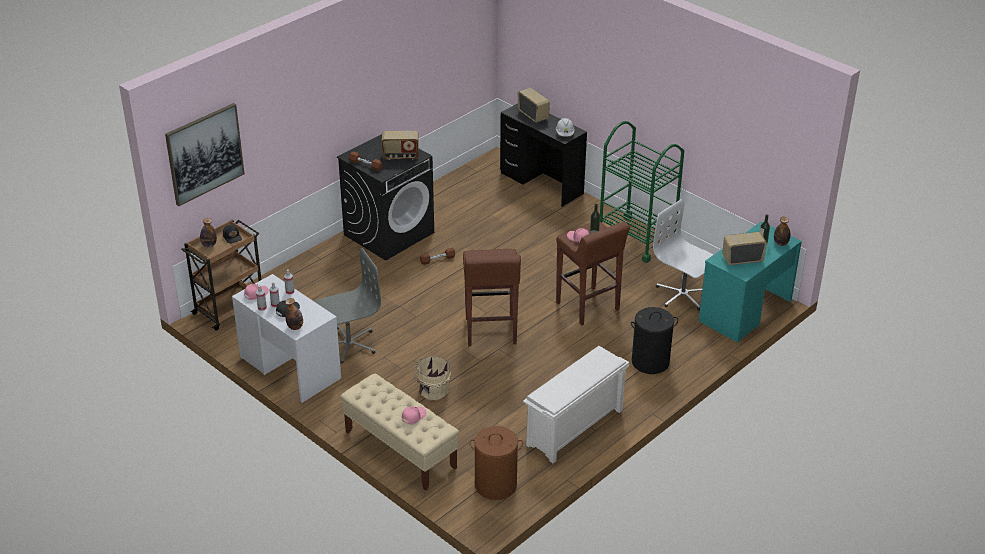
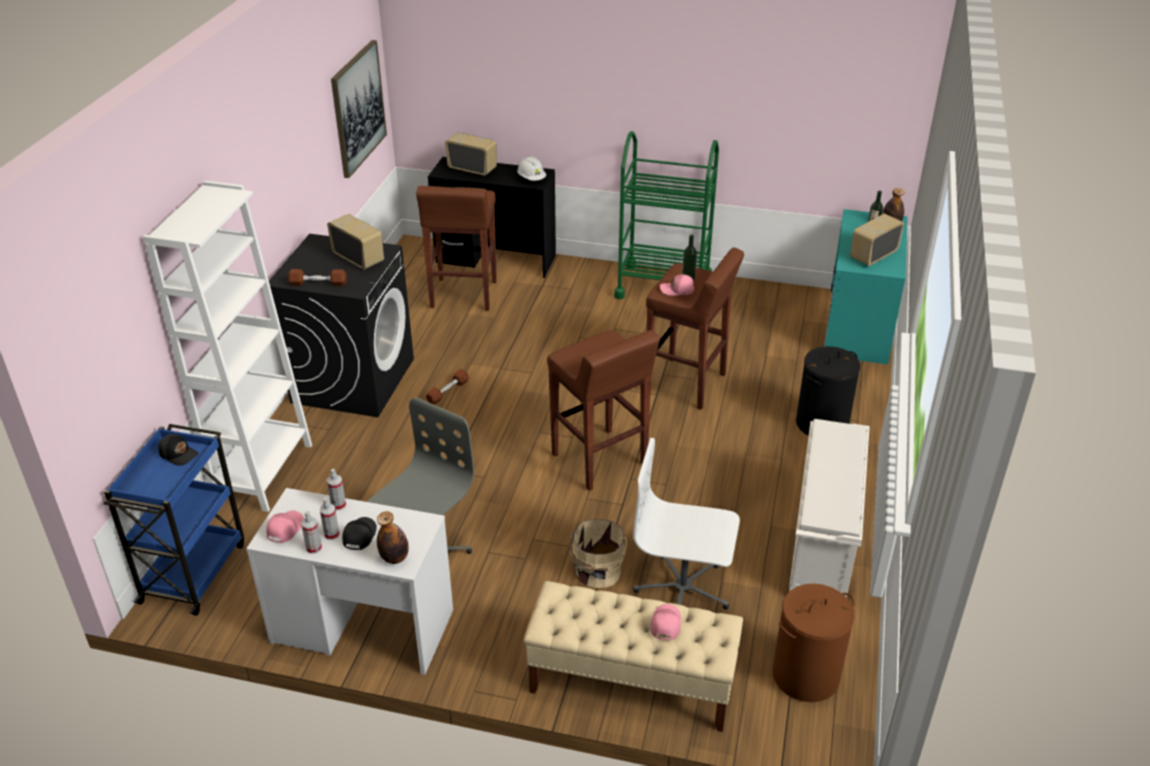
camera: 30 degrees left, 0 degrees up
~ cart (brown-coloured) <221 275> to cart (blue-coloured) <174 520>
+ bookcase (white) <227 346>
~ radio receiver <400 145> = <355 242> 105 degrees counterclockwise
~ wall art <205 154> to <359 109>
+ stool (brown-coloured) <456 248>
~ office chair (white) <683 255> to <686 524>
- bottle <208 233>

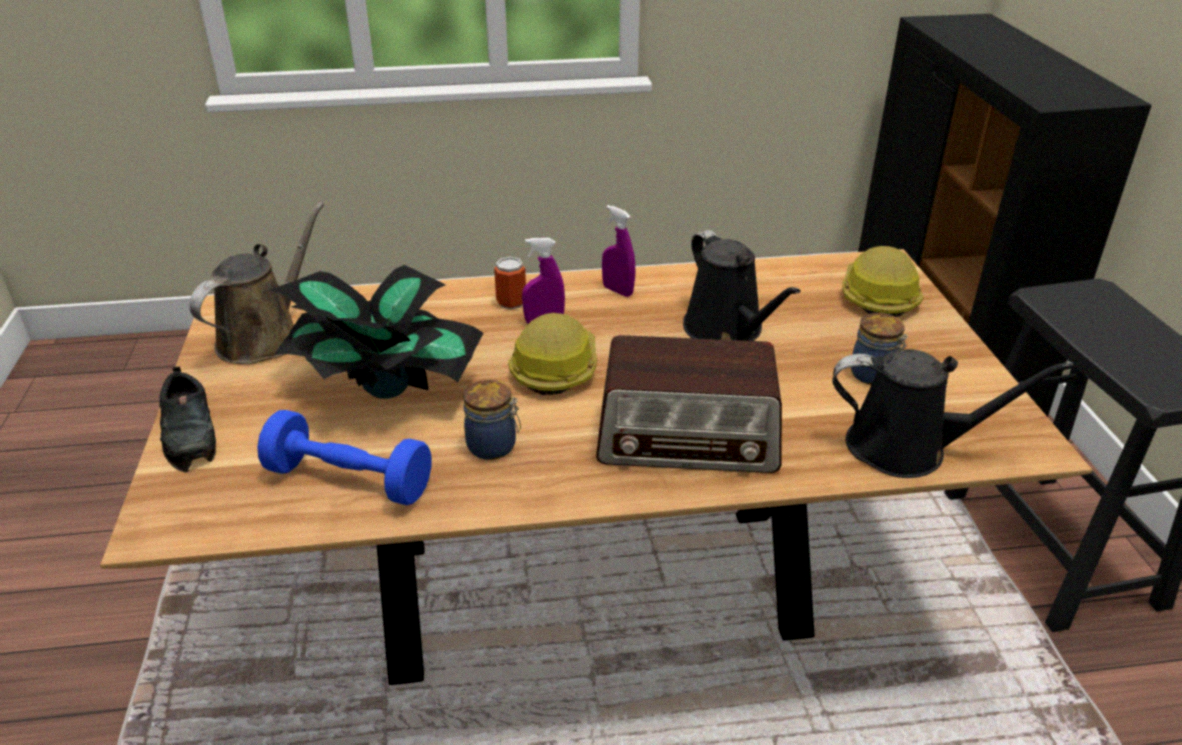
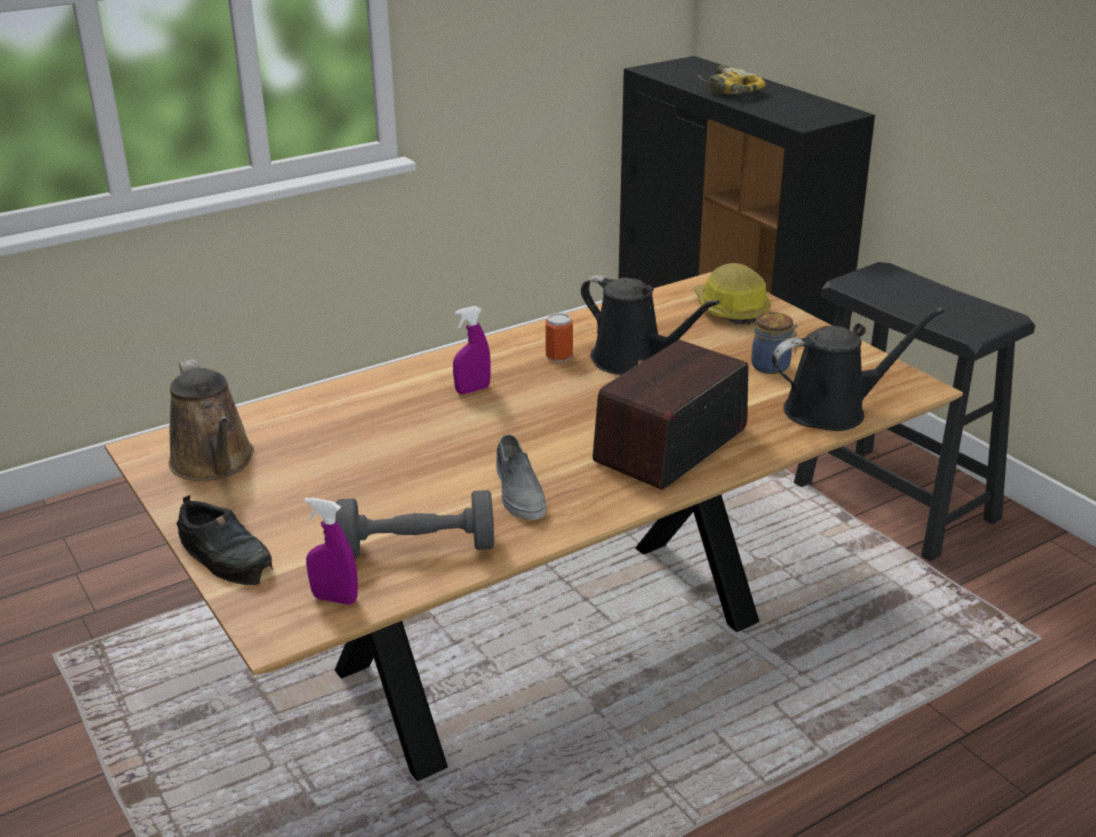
camera: 25 degrees left, 5 degrees down
~ sprinkling can (brown-coloured) <256 283> = <211 420> 150 degrees clockwise
~ hand sprayer (purple) <618 251> to <331 551>
~ hand weight (blue-coloured) <344 457> to hand weight (gray) <415 524>
~ storage jar <492 420> to item of footwear (gray) <521 477>
~ can <510 283> to <559 337>
~ radio receiver <689 404> = <670 415> 150 degrees clockwise
+ power drill <731 80>
- potted plant <375 332>
- safety helmet <552 354>

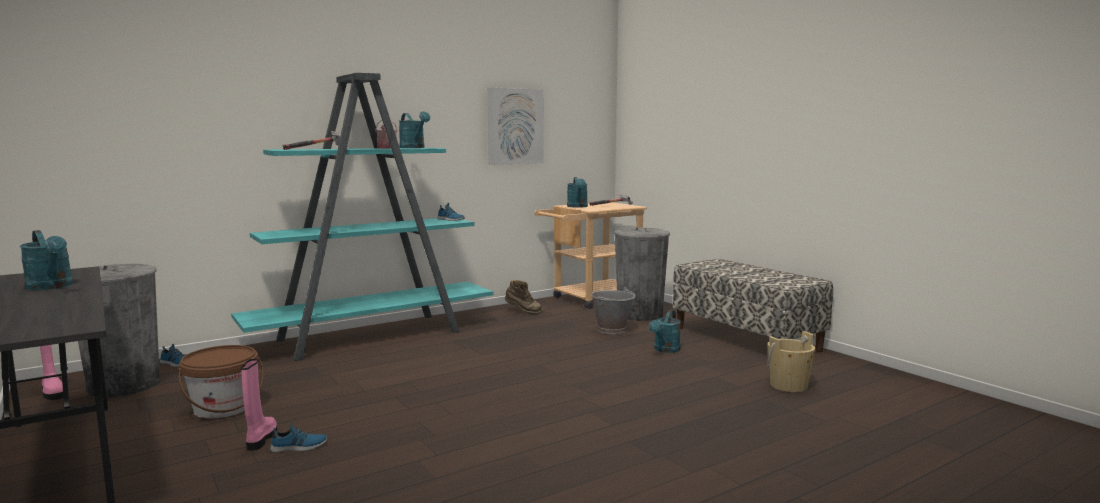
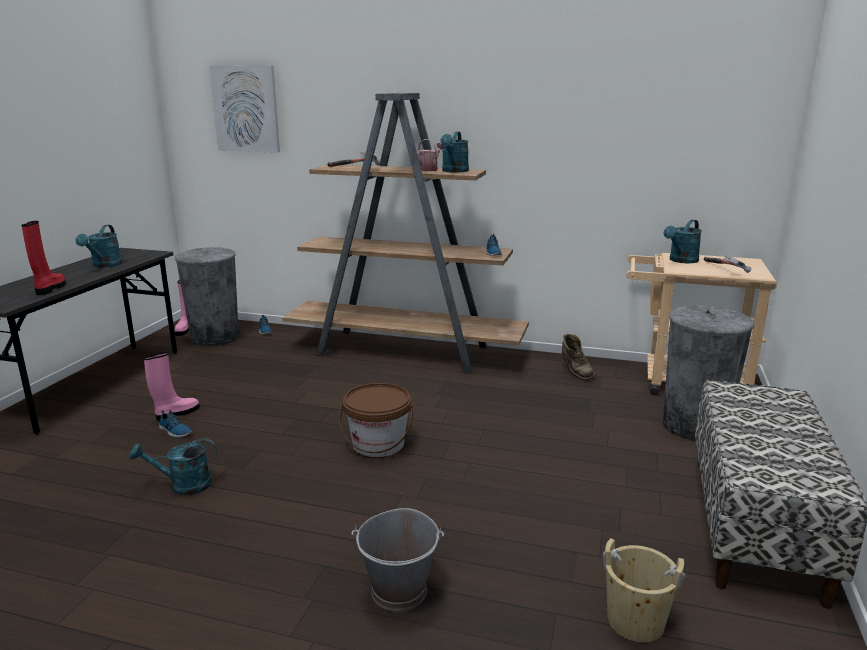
camera: 50 degrees right, 10 degrees up
+ high-top boot (reddish) <43 258>
~ sprinkling can (turquoise-coloured) <665 331> to <173 466>
~ wall art <515 126> to <244 109>
~ bookcase (turquoise-coloured) <362 217> to bookcase (brown-coloured) <405 233>
~ pail (brown-coloured) <221 381> to <376 420>
~ pail (gray) <613 311> to <397 560>

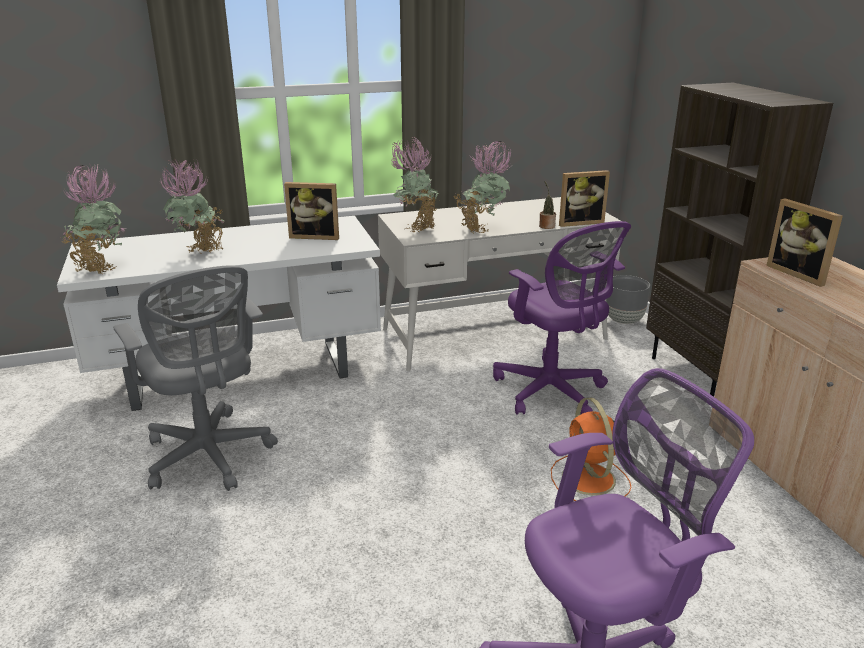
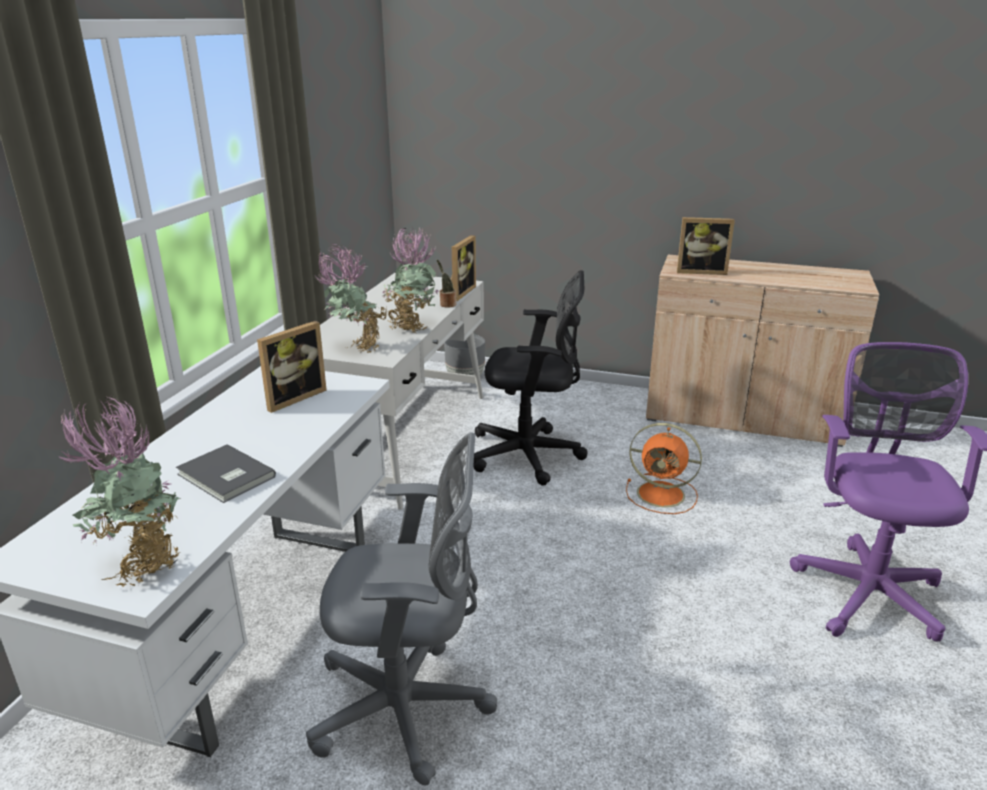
camera: 55 degrees left, 0 degrees up
~ potted plant <192 206> to bound book (gray) <226 473>
~ office chair (purple) <562 318> to office chair (black-coloured) <530 378>
- bookcase (brown-coloured) <739 240>

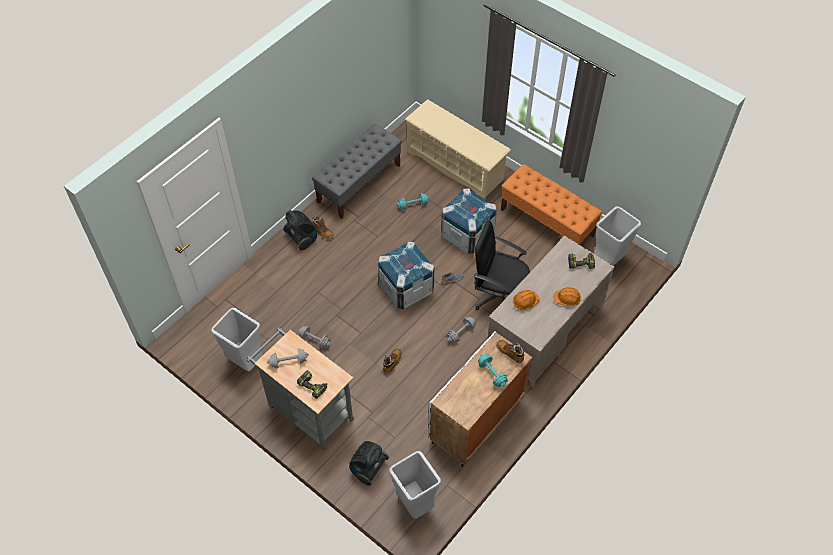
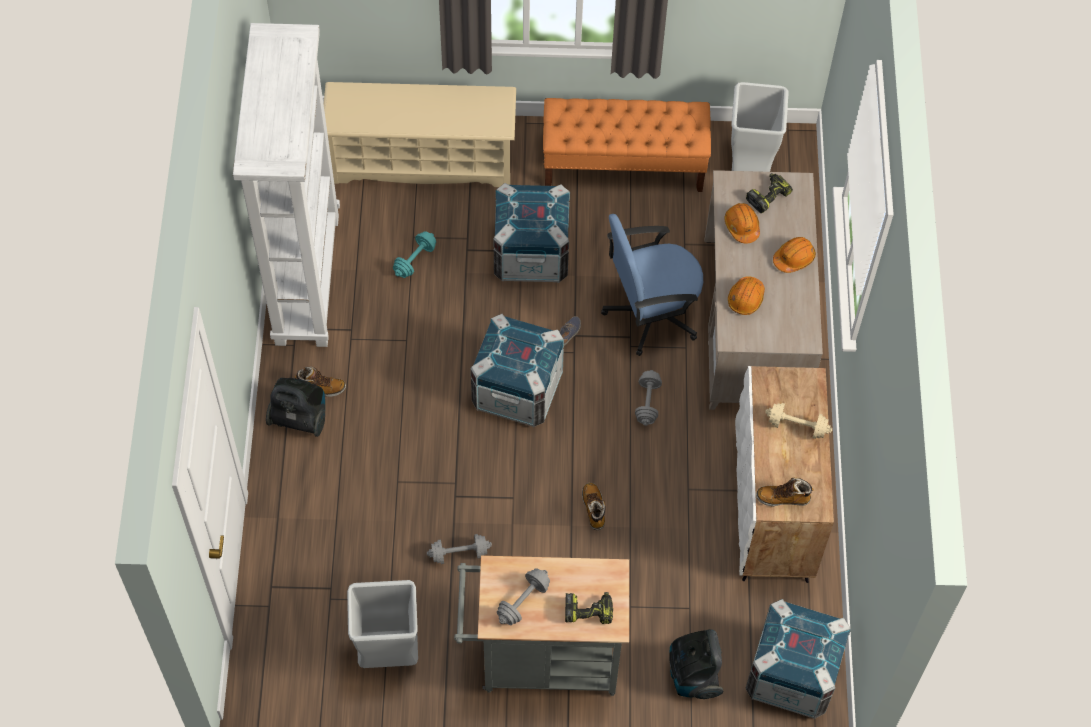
camera: 40 degrees left, 5 degrees up
~ bench (gray) <357 171> to bookcase (white) <286 185>
~ office chair (black-coloured) <502 265> to office chair (blue-coloured) <652 285>
+ safety helmet (orangey) <742 223>
~ rubbish bin (gray) <415 485> to shipping crate <798 659>
~ high-top boot <510 351> to <785 492>
~ hand weight (turquoise-coloured) <493 370> to hand weight (beige) <798 421>

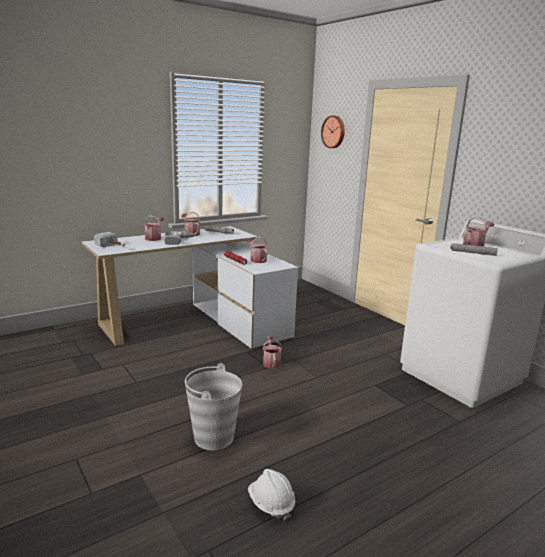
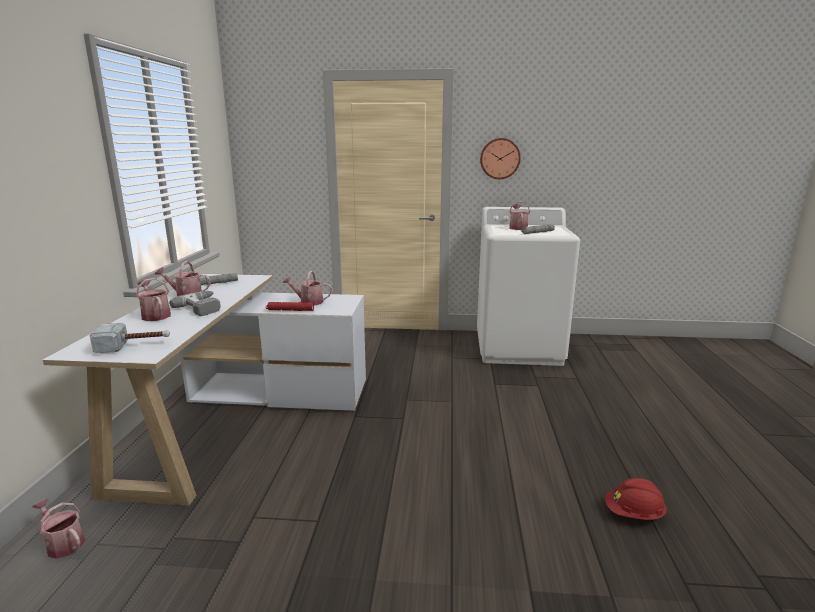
camera: 50 degrees left, 0 degrees up
~ sprinkling can <272 352> to <58 528>
~ wall clock <333 132> to <500 158>
~ safety helmet (white) <271 494> to safety helmet (reddish) <636 499>
- pail (gray) <213 406>

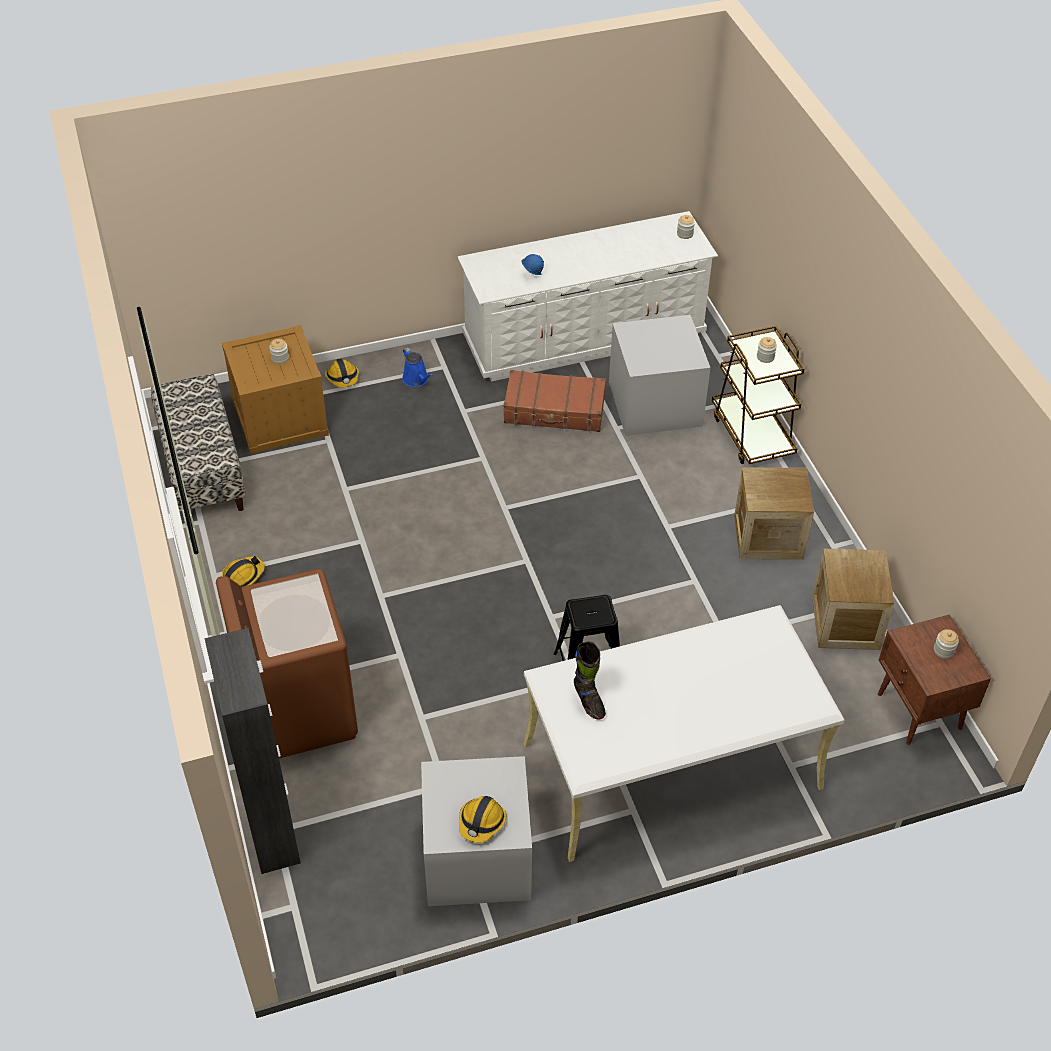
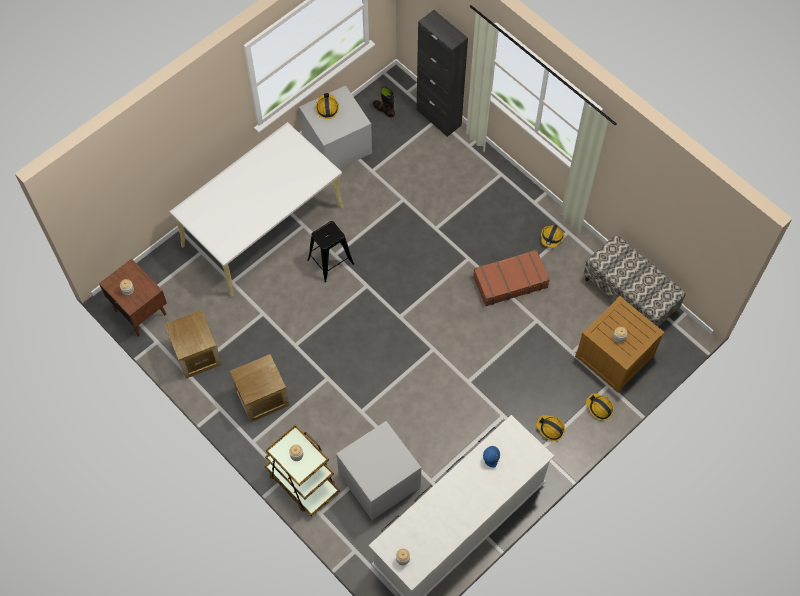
camera: 155 degrees right, 15 degrees up
~ high-top boot (black-coloured) <590 680> to <384 102>
~ travel case (brown-coloured) <555 401> to <511 278>
~ sprinkling can (blue-coloured) <417 367> to safety helmet <550 428>
- washing machine (brown-coloured) <287 663>

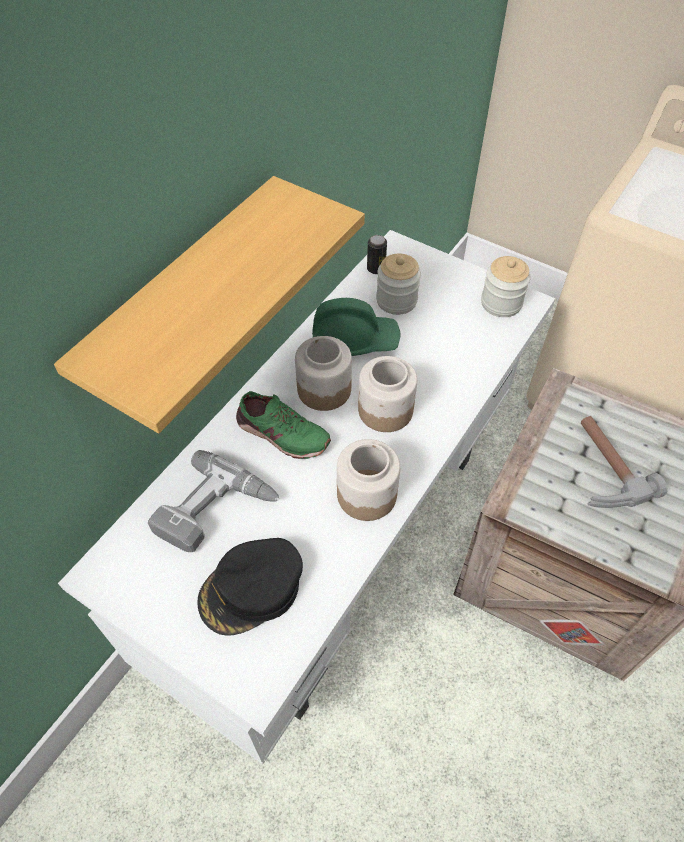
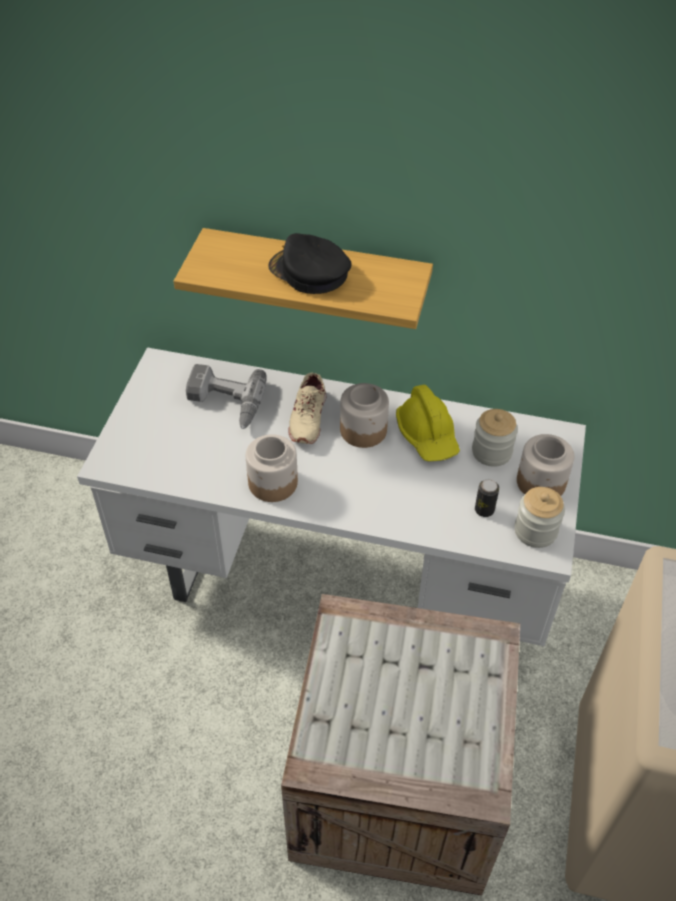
camera: 70 degrees right, 5 degrees down
~ cap (black-coloured) <250 587> to <310 263>
~ item of footwear (greenish) <283 425> to item of footwear (beige) <308 408>
~ safety helmet (greenish) <356 327> to safety helmet (yellow-coloured) <428 423>
~ can <377 254> to <487 498>
~ storage jar <387 394> to <545 465>
- hand hammer <624 462>

